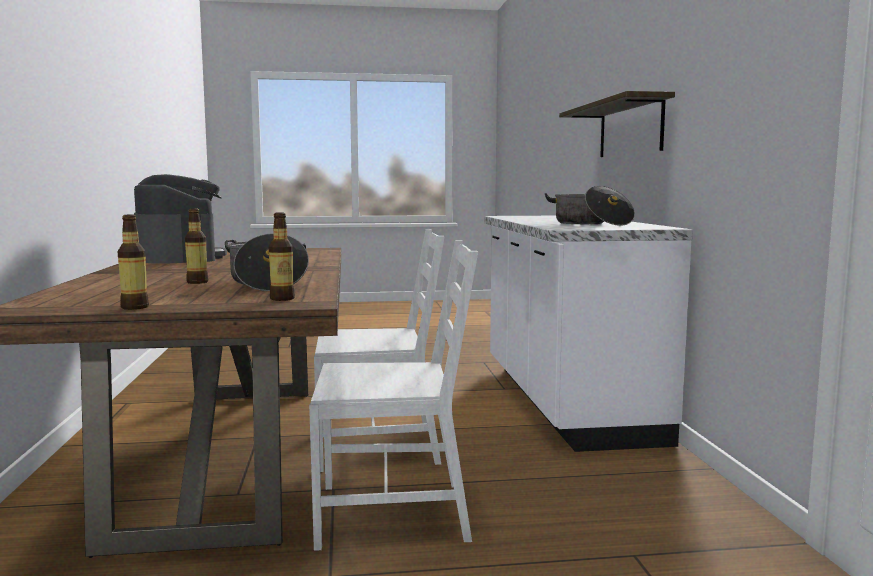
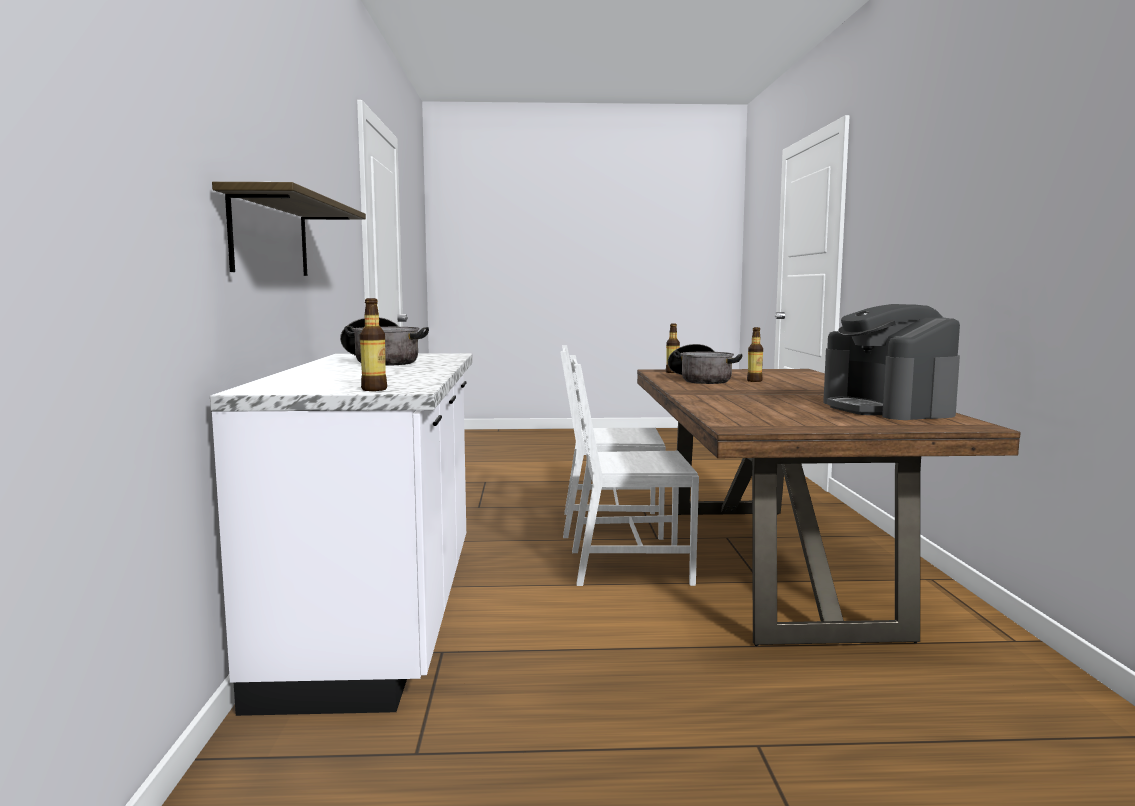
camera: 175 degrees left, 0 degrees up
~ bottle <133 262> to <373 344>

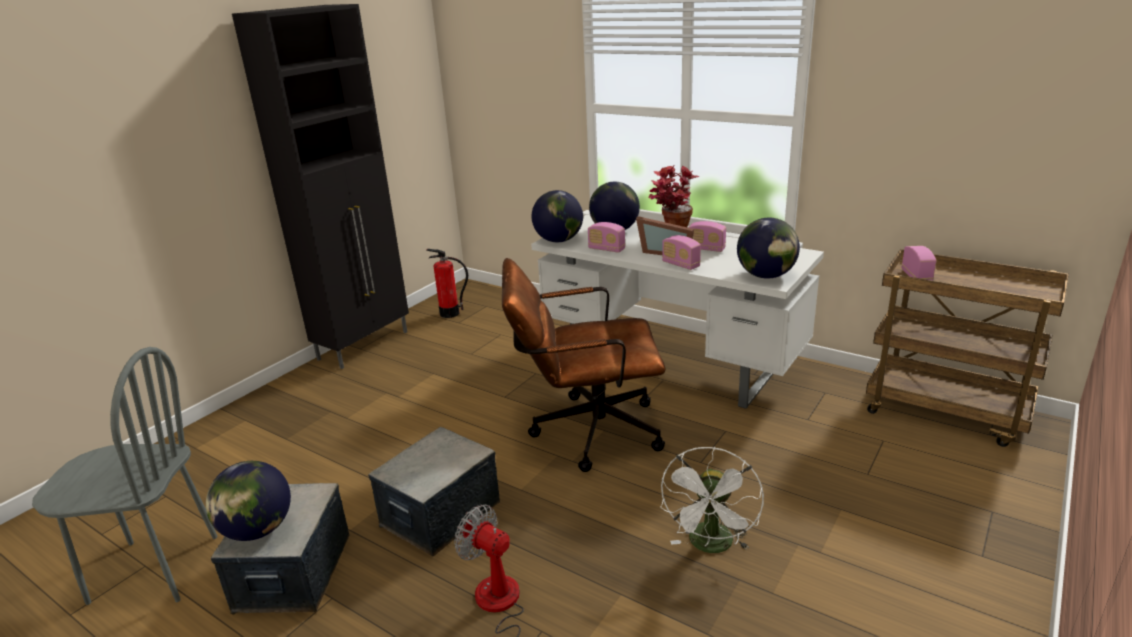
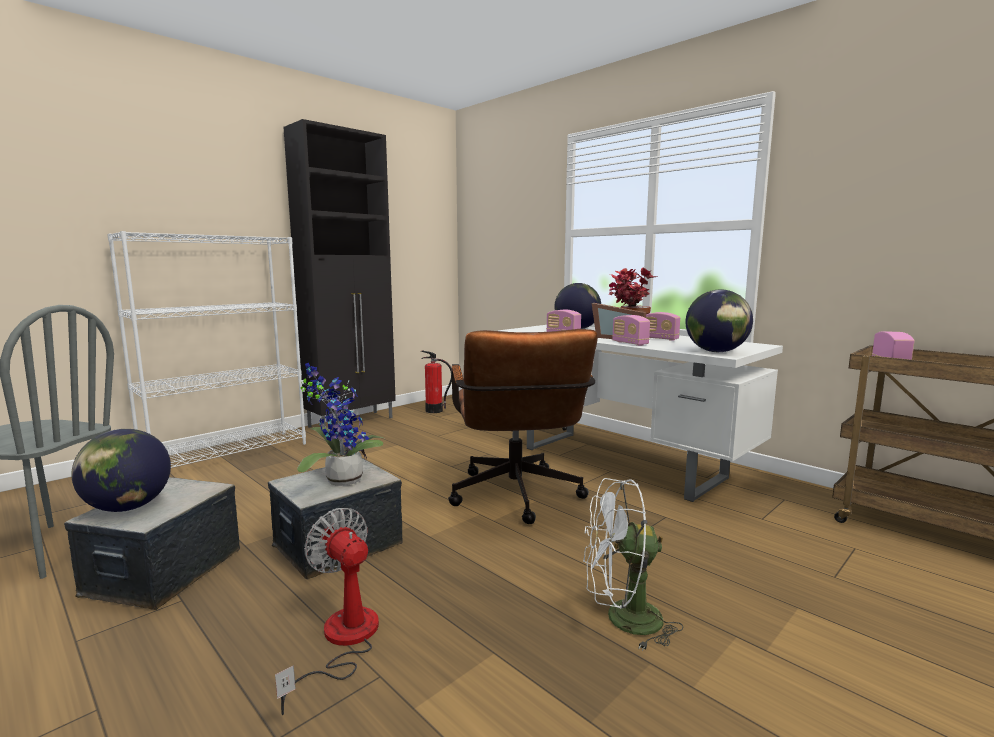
camera: 10 degrees right, 15 degrees down
+ bookcase (white) <206 349>
+ potted plant <340 424>
~ office chair (brown-coloured) <583 365> = <523 426> 105 degrees counterclockwise
~ cooling fan (white) <712 500> = <633 564> 60 degrees clockwise
- globe <557 216>

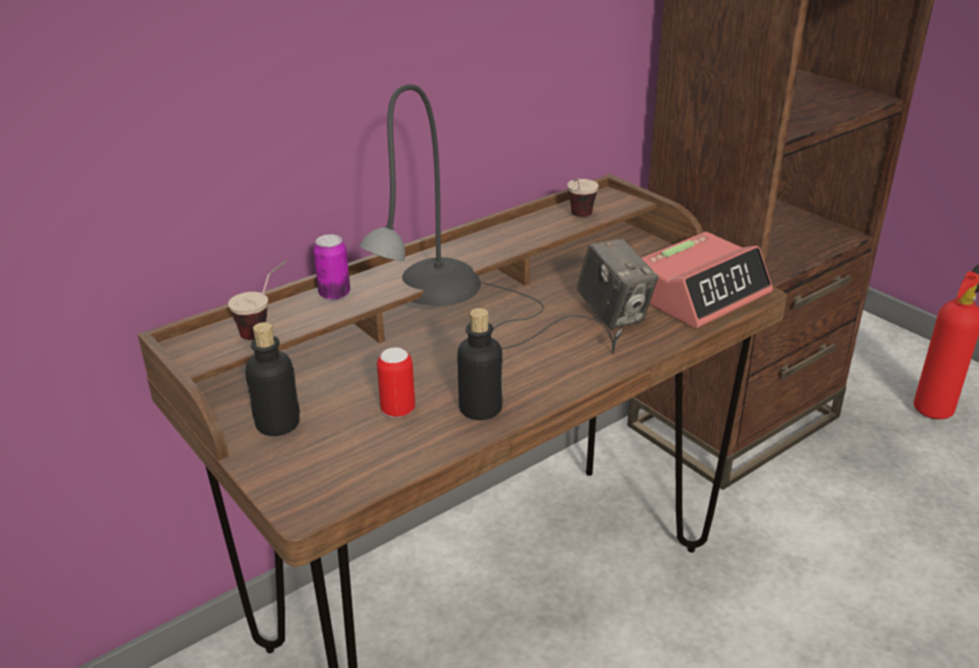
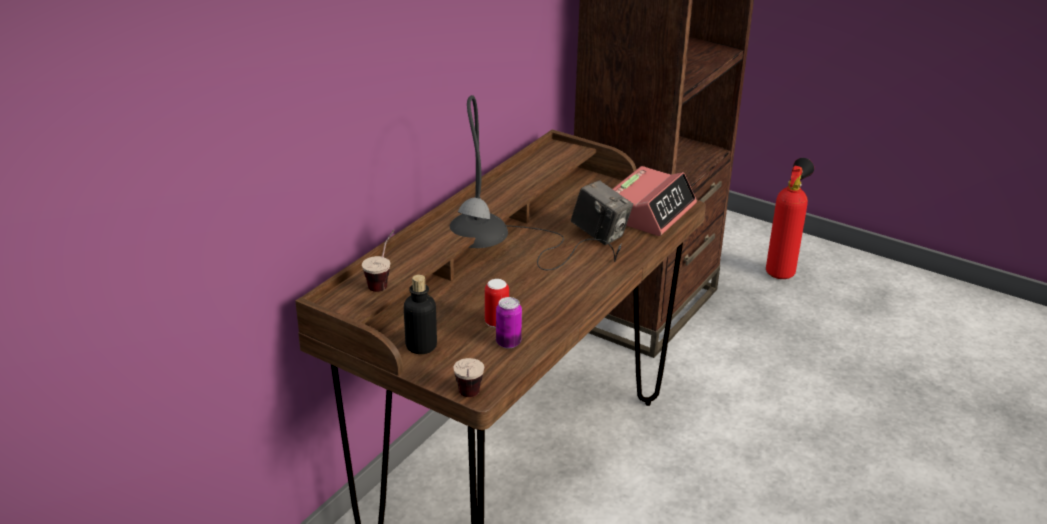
camera: 20 degrees left, 0 degrees up
~ small cup <583 197> to <468 377>
~ can <331 267> to <509 323>
- bottle <479 364>

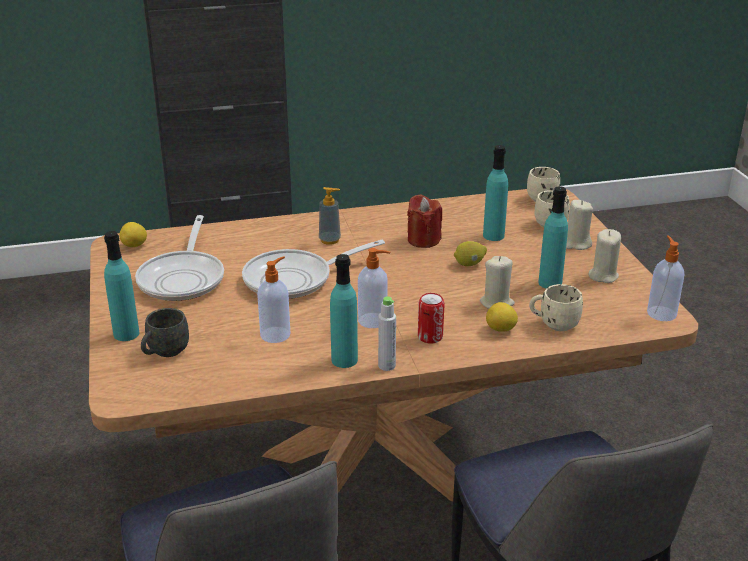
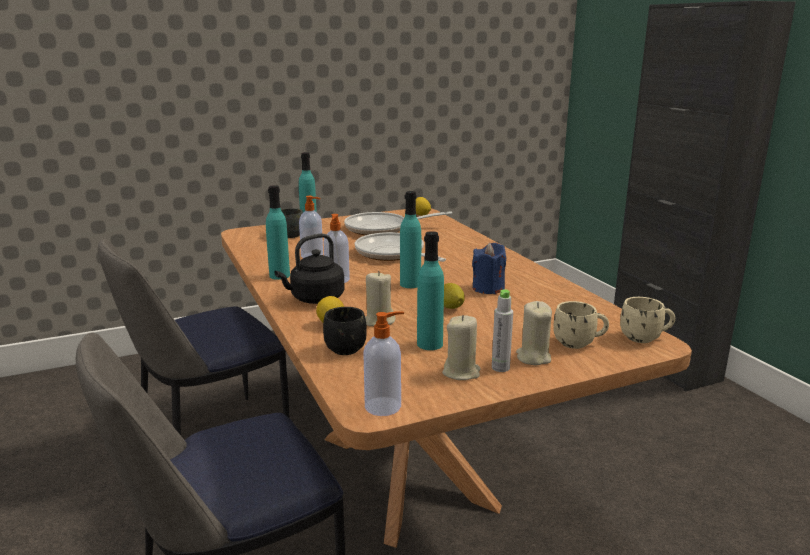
camera: 80 degrees right, 10 degrees down
~ can <431 318> to kettle (black-coloured) <310 268>
~ tea mug (beige) <556 307> to tea mug (black-coloured) <345 331>
~ bottle (turquoise-coloured) <495 193> to <410 239>
~ candle (reddish) <424 221> to candle (blue-coloured) <489 268>
~ bottle (gray) <387 333> to <502 330>
- liquid soap bottle <330 216>

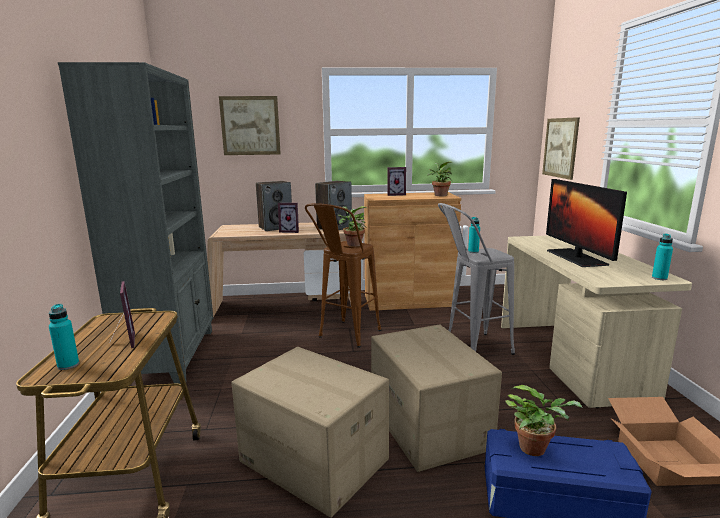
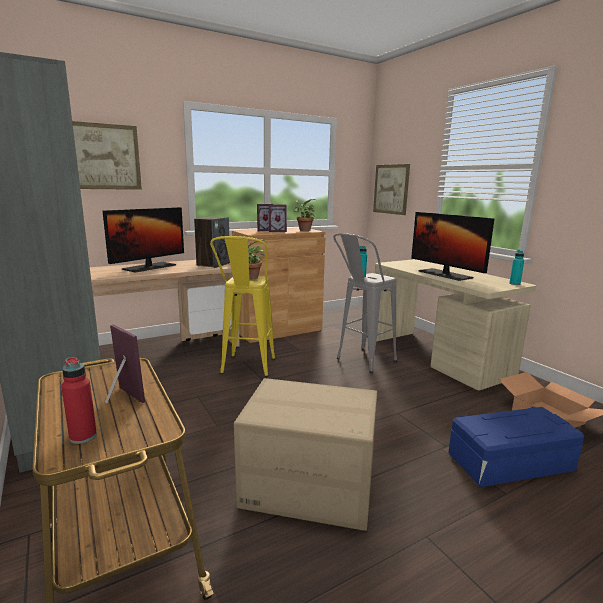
camera: 25 degrees left, 0 degrees up
~ bottle (turquoise-coloured) <64 337> to bottle (reddish) <79 400>
~ loudspeaker <274 206> to computer display <143 240>
~ stool (brown-coloured) <343 275> to stool (yellow-coloured) <242 306>
~ standing frame <288 218> to <278 218>
- carton <436 398>
- potted plant <543 420>

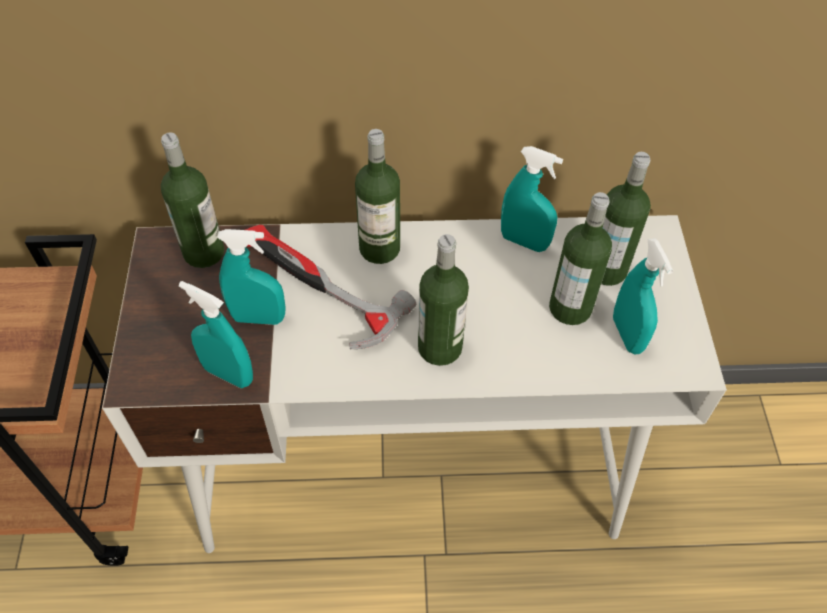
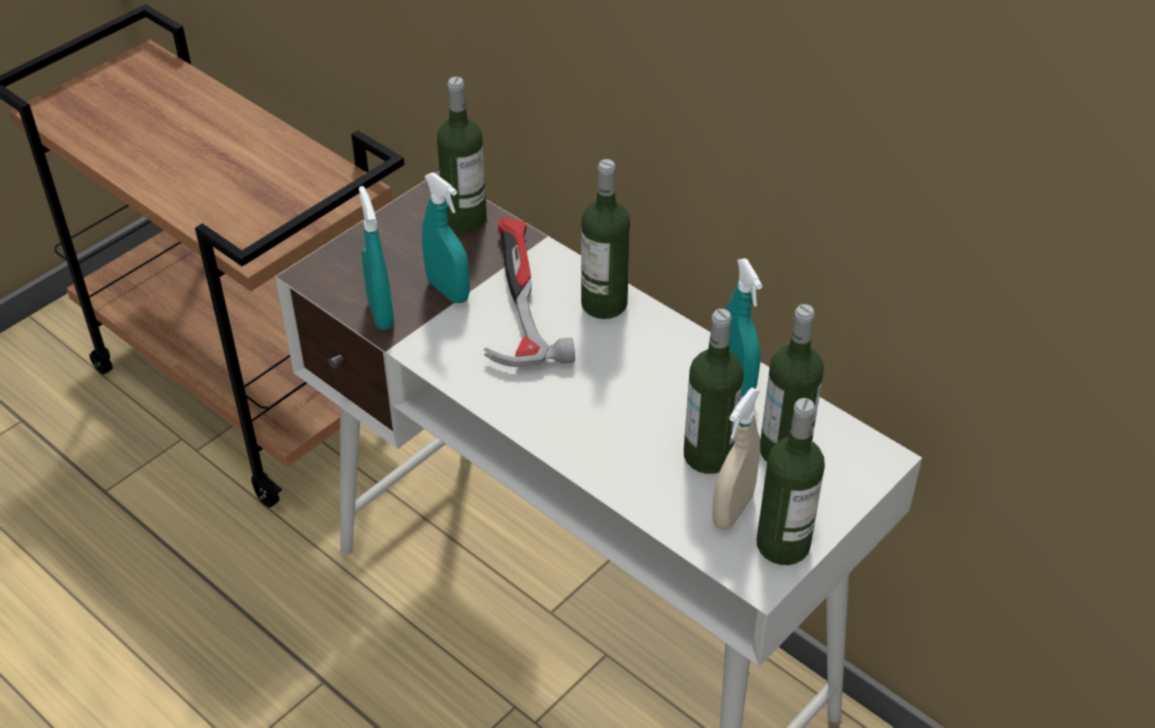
camera: 45 degrees right, 10 degrees down
~ hand sprayer (turquoise-coloured) <643 296> to hand sprayer (beige) <736 459>
~ bottle <443 300> to <791 481>

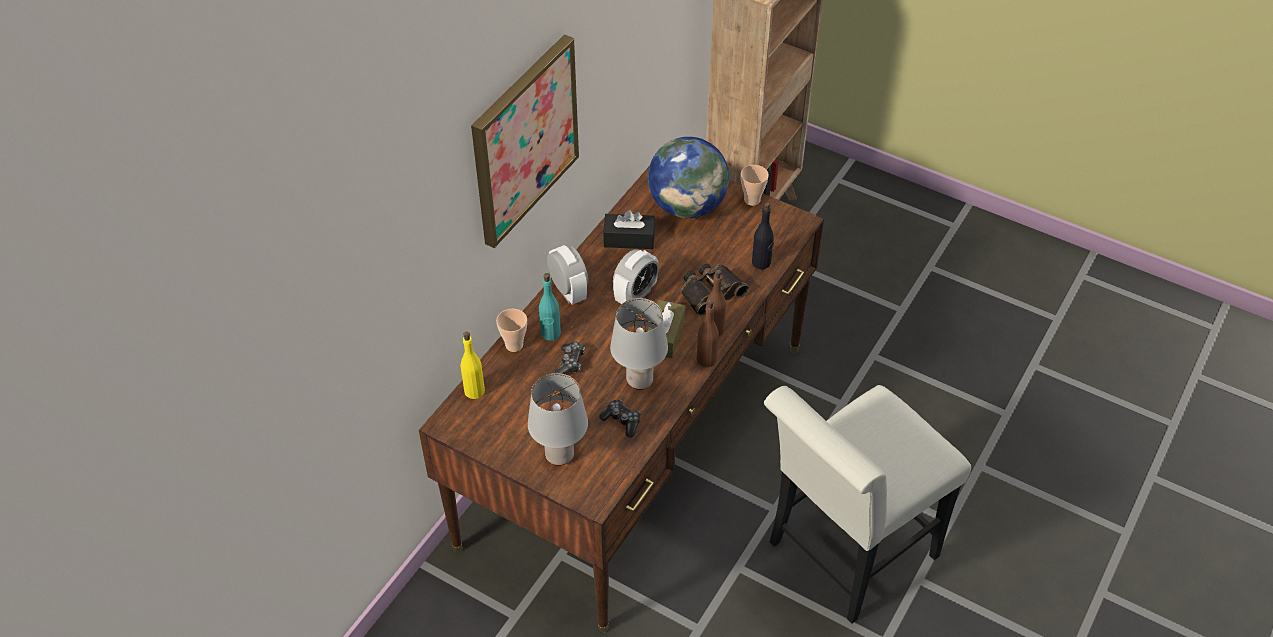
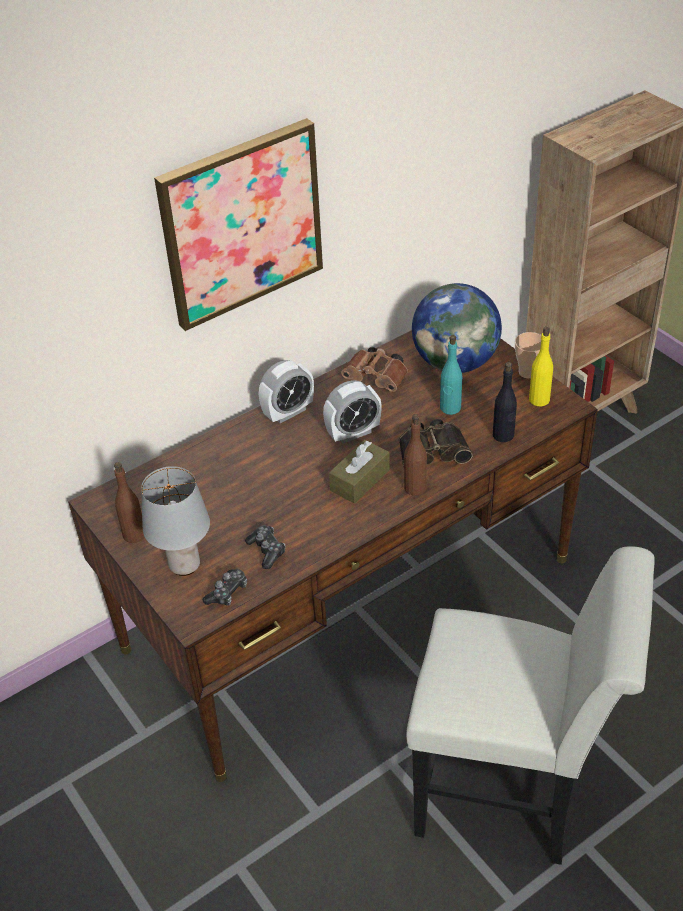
camera: 25 degrees right, 5 degrees down
~ bottle (brown-coloured) <708 333> to <129 502>
~ game controller <570 357> to <224 587>
~ alarm clock <567 275> = <286 391> 60 degrees clockwise
~ box of tissues (black-coloured) <629 229> to field glasses (brown-coloured) <374 369>
~ chair (white) <867 504> = <530 705> 150 degrees counterclockwise
~ bottle (turquoise-coloured) <550 307> to <451 375>
~ bottle (yellow-coloured) <473 365> to <541 366>
- small cup <511 330>
- lamp for a table (gray) <639 344>

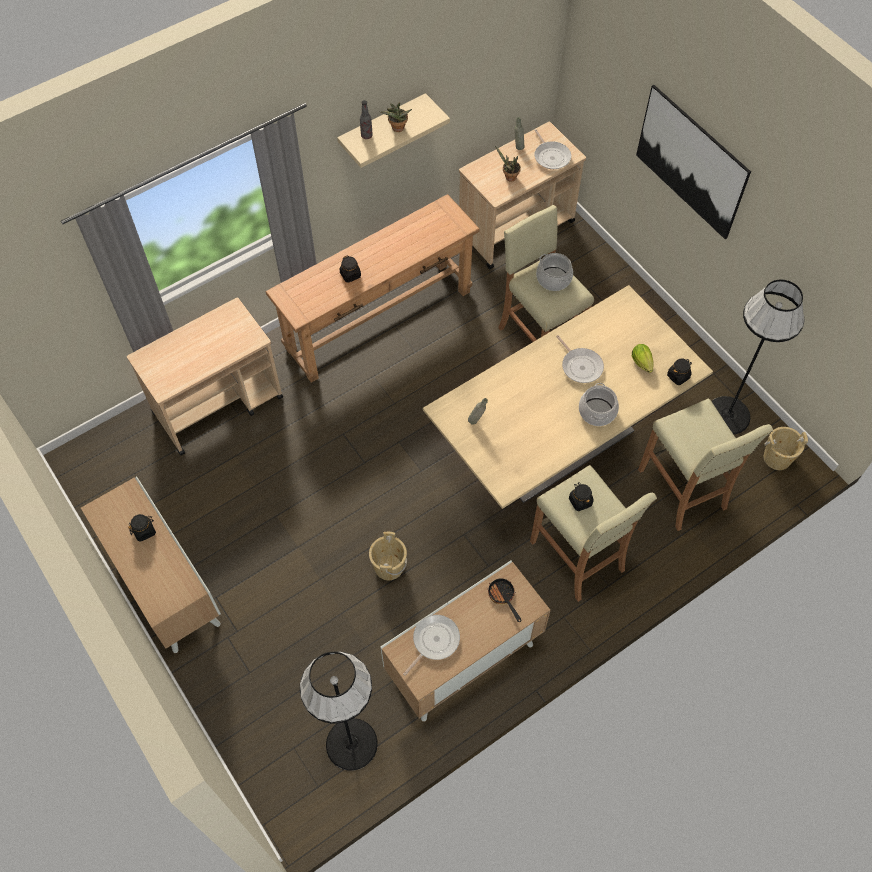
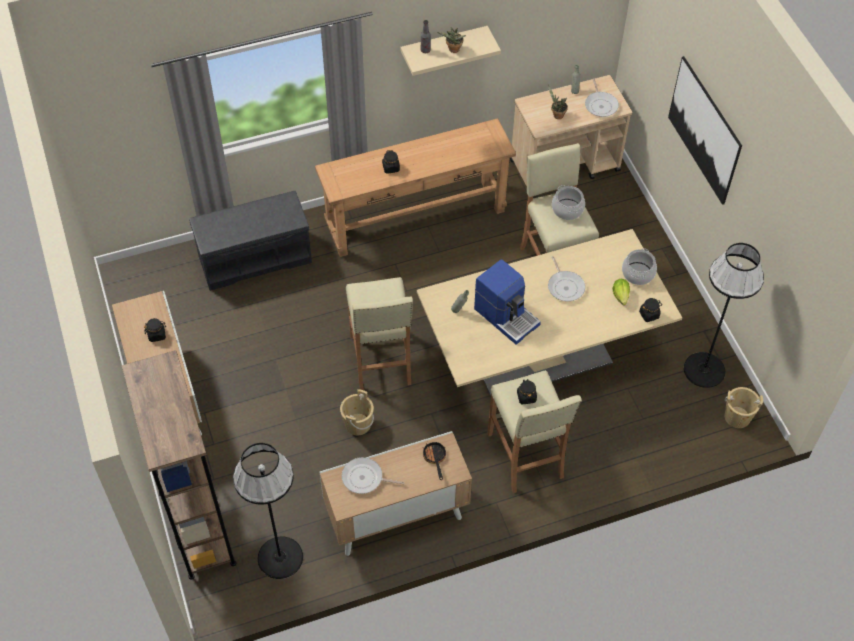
camera: 15 degrees right, 5 degrees down
+ bookcase (brown-coloured) <179 465>
~ cart (beige) <205 376> to bench (gray) <250 241>
~ frying pan <431 645> = <373 475> 135 degrees counterclockwise
~ stool (beige) <705 464> to <379 333>
+ coffee machine <507 302>
~ cooking pot <599 404> to <639 266>

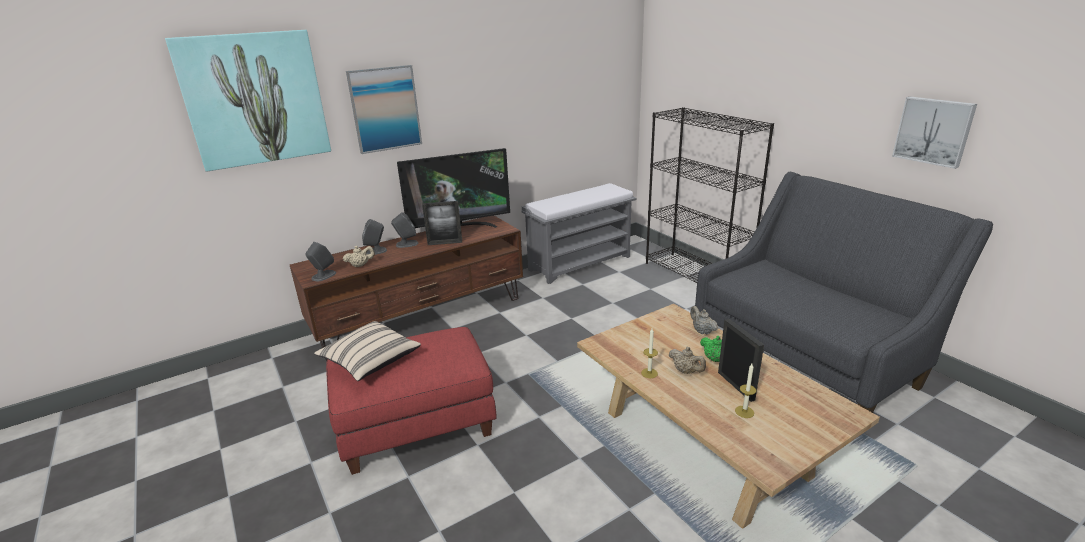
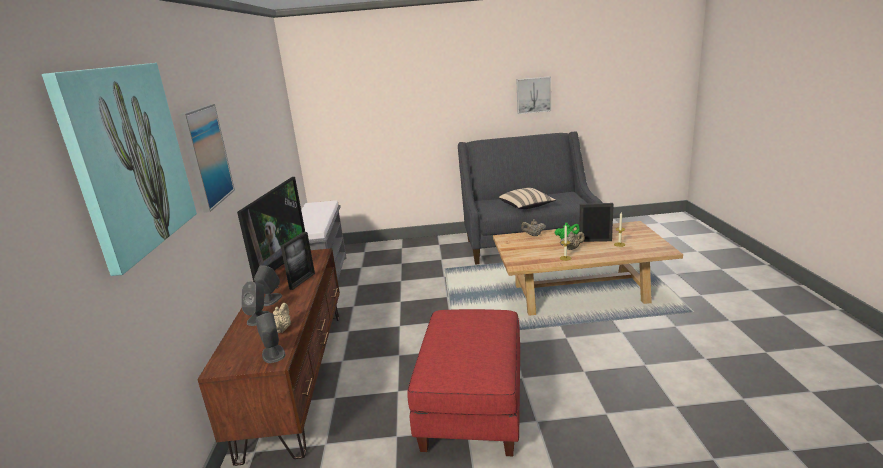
camera: 60 degrees left, 5 degrees down
~ throw pillow (beige) <367 351> to <527 198>
- bookcase (black-coloured) <710 195>

